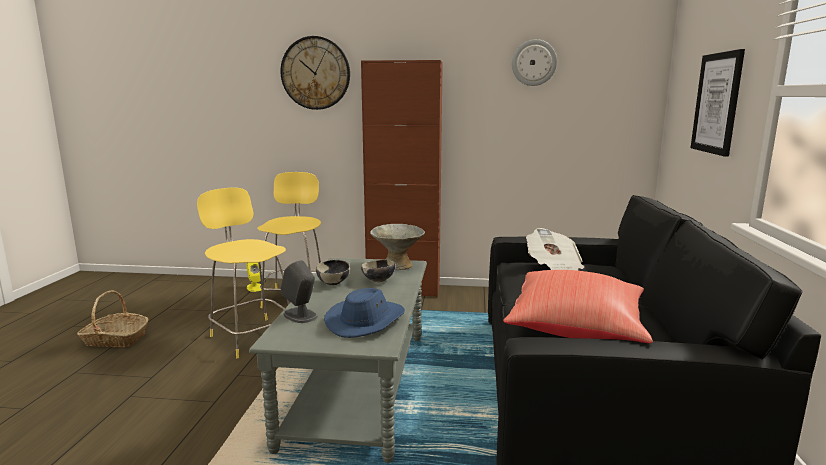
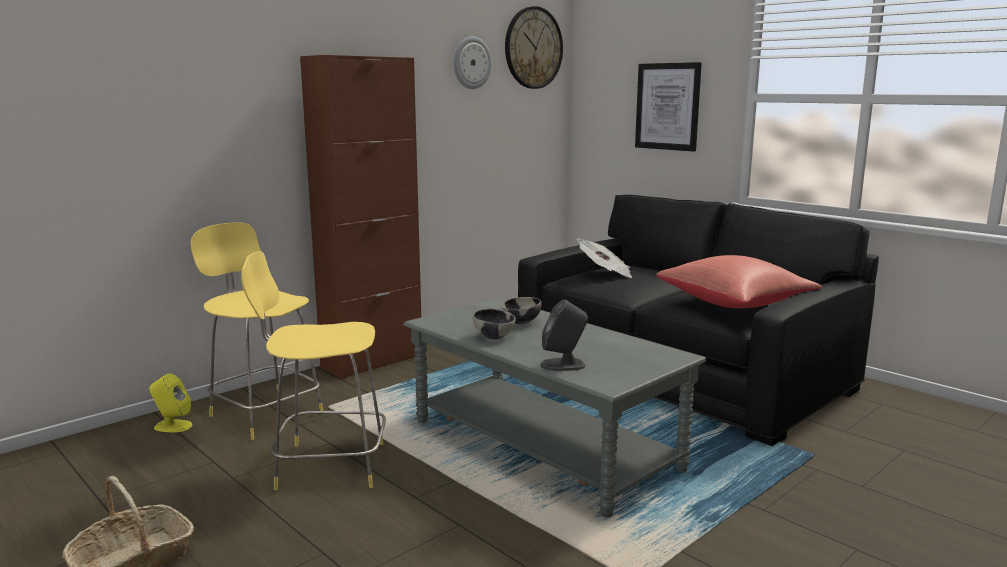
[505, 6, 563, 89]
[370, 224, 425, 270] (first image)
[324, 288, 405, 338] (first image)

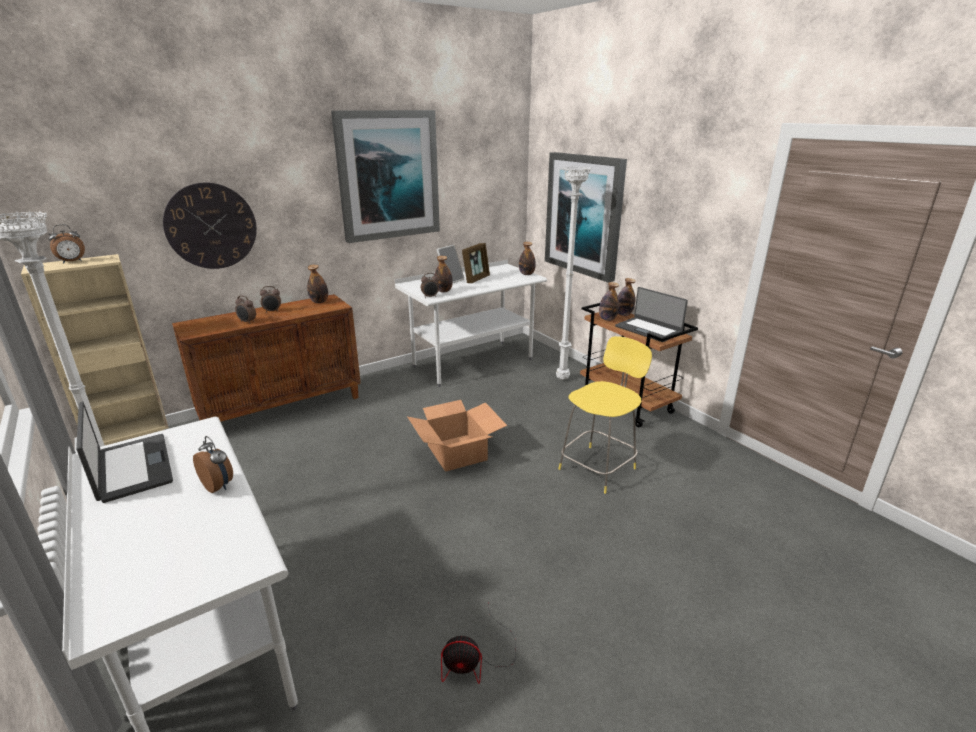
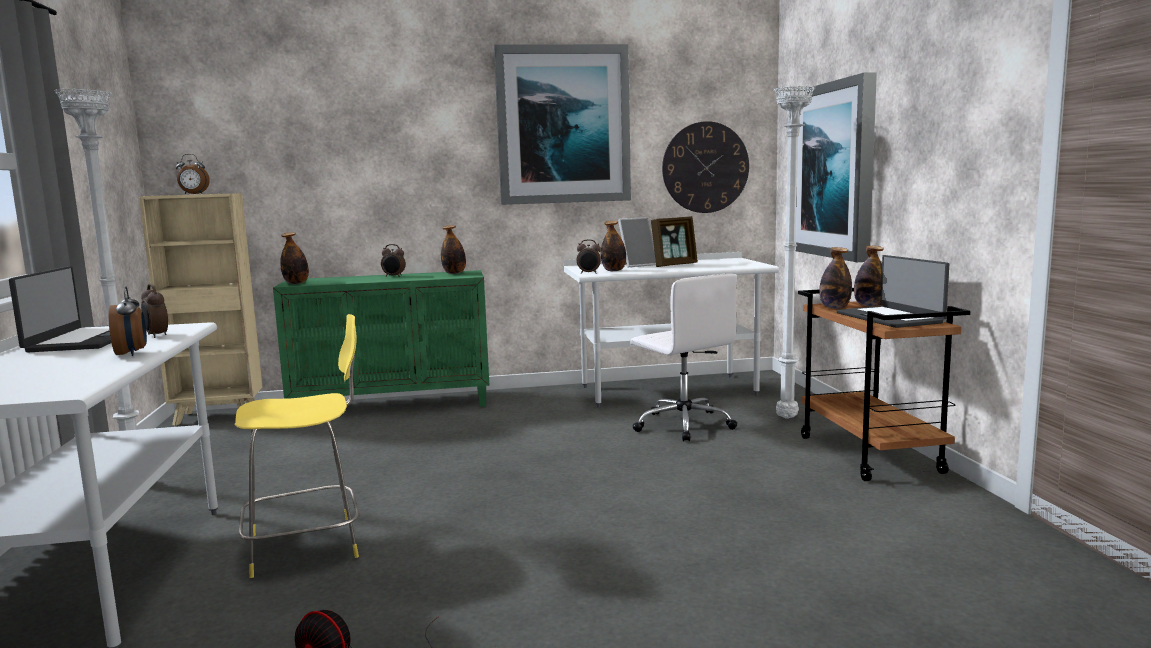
[662, 121, 749, 213]
[280, 232, 309, 284]
[273, 270, 489, 407]
[141, 284, 168, 338]
[235, 314, 359, 578]
[408, 400, 507, 472] (first image)
[630, 273, 737, 441]

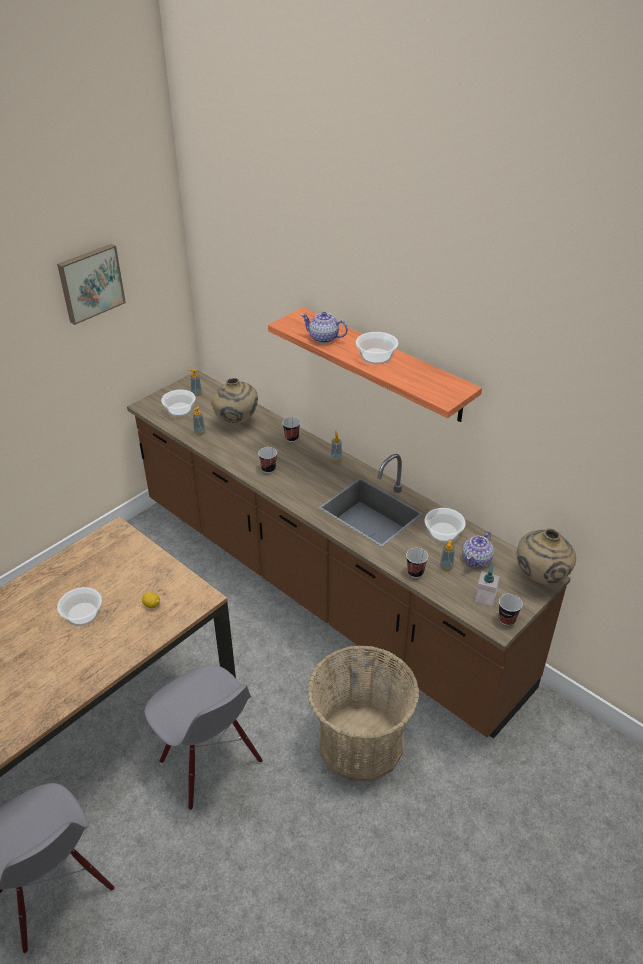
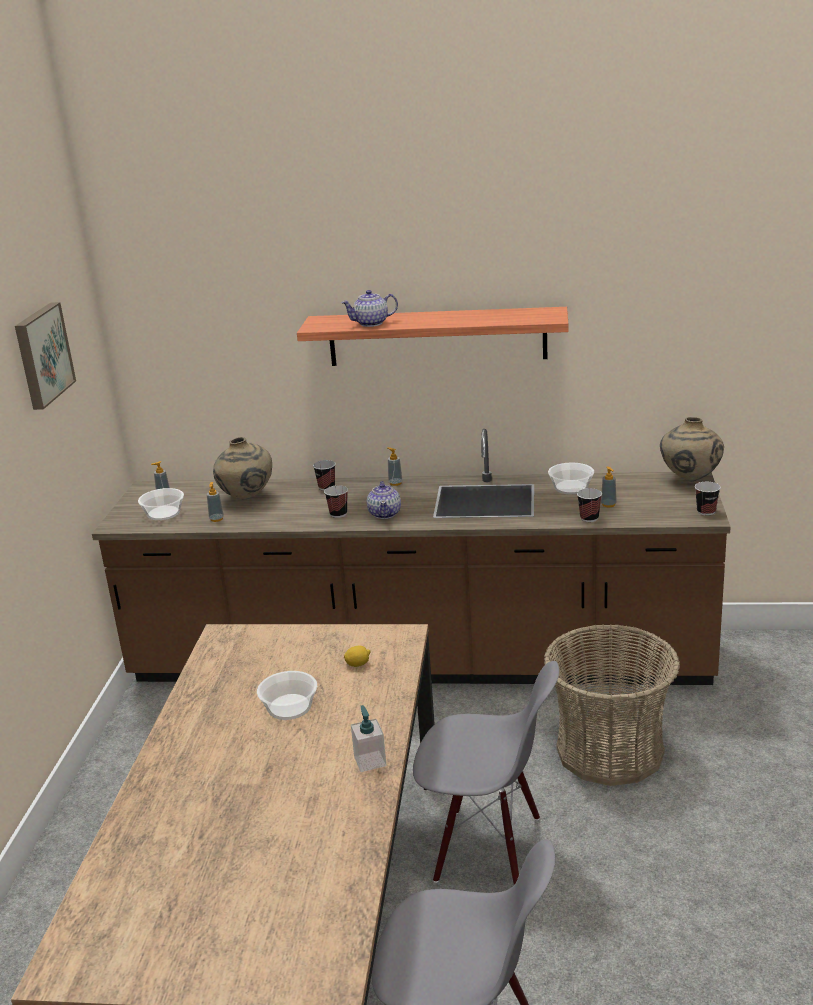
[356, 332, 398, 364] (first image)
[367, 481, 401, 519]
[351, 705, 386, 772]

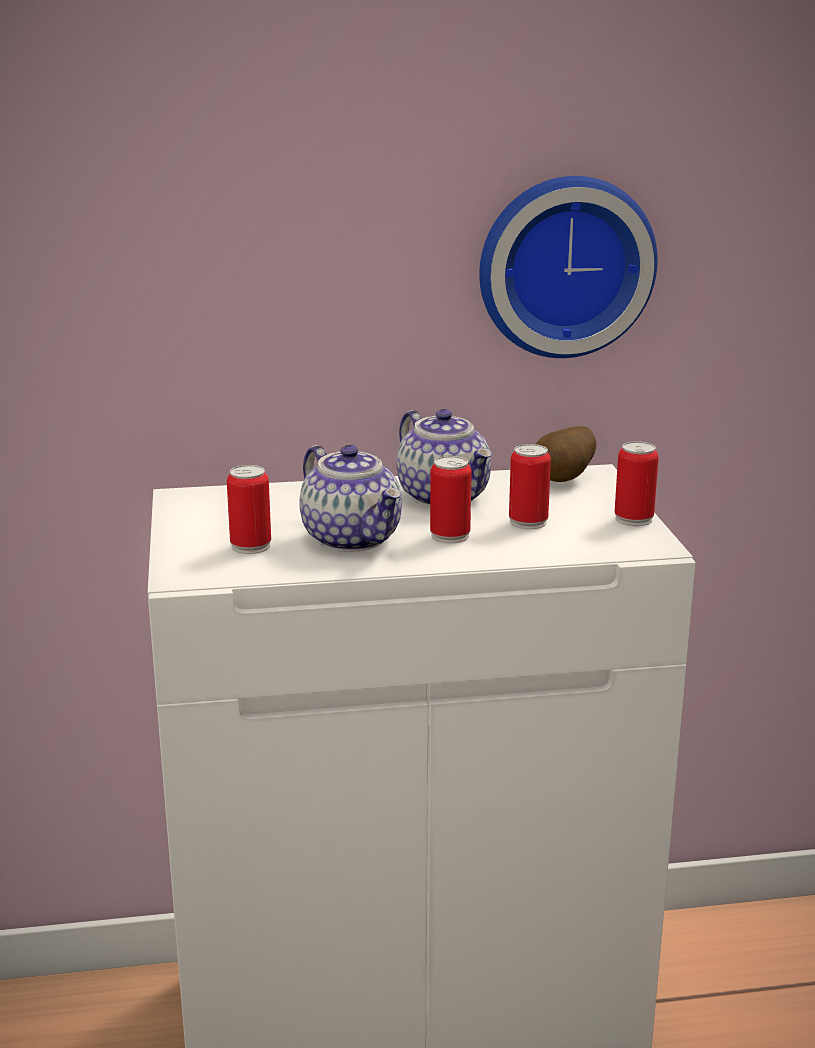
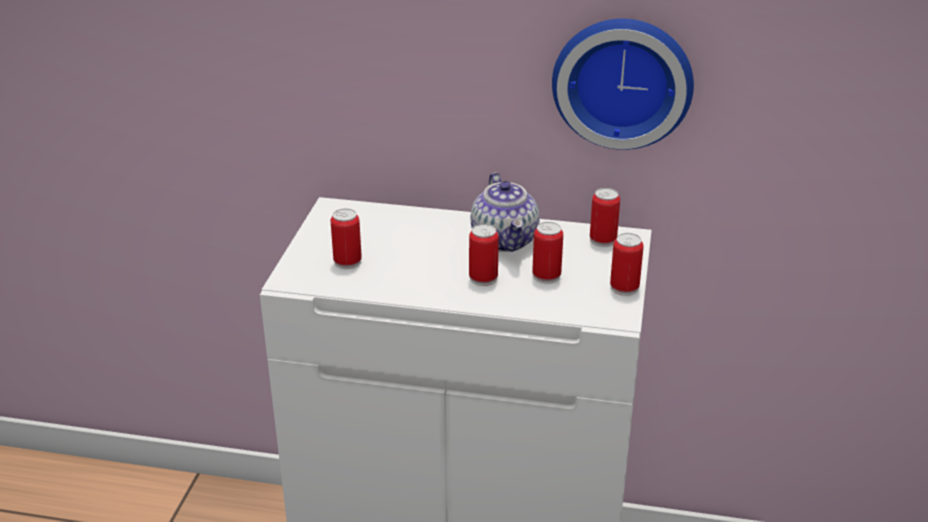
[590, 188, 620, 247]
[299, 445, 402, 552] (first image)

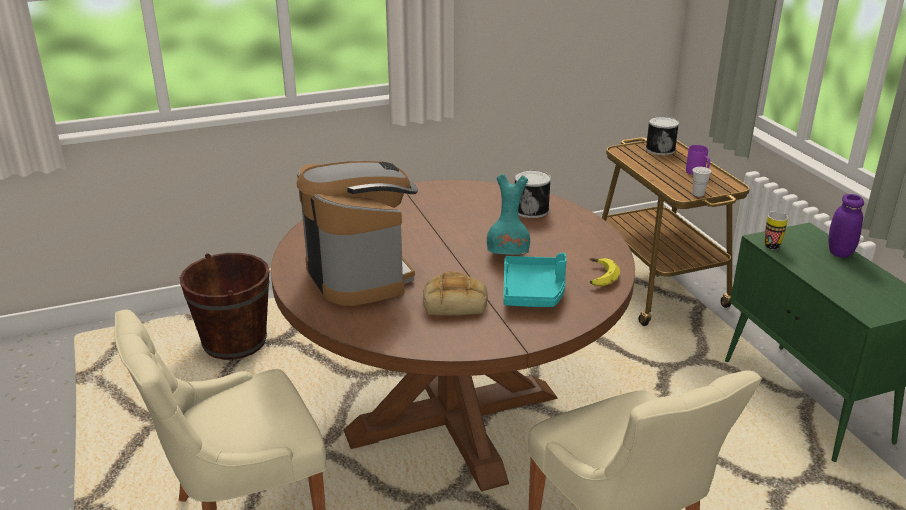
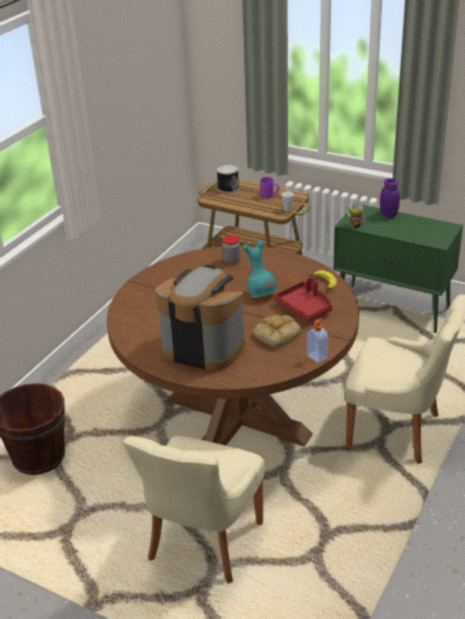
[222, 235, 240, 264]
[274, 277, 332, 322]
[307, 319, 328, 363]

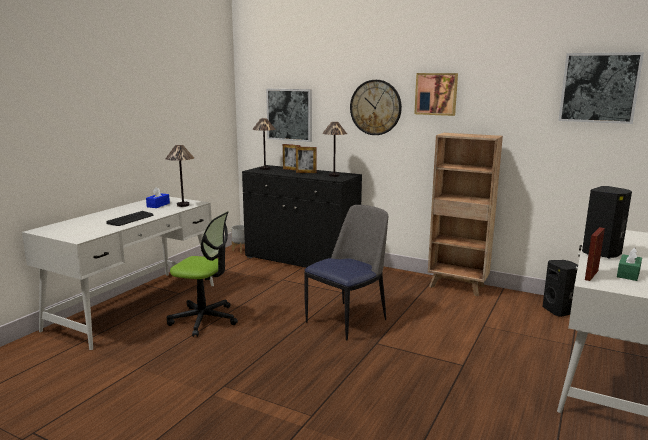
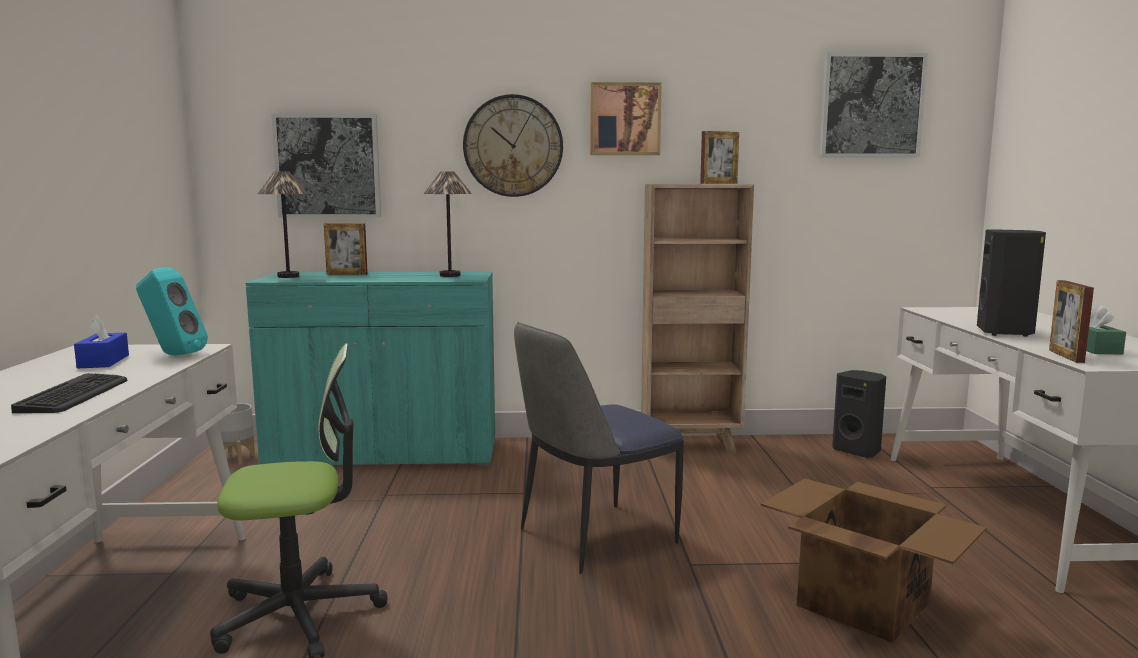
[136, 267, 208, 355]
[700, 131, 739, 184]
[246, 271, 495, 466]
[514, 322, 684, 574]
[761, 478, 987, 643]

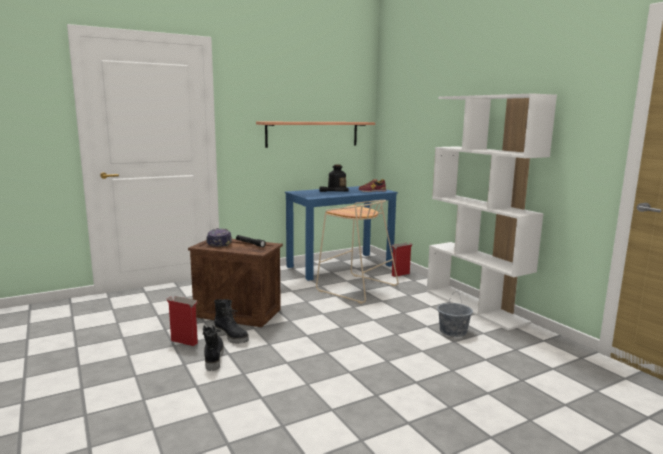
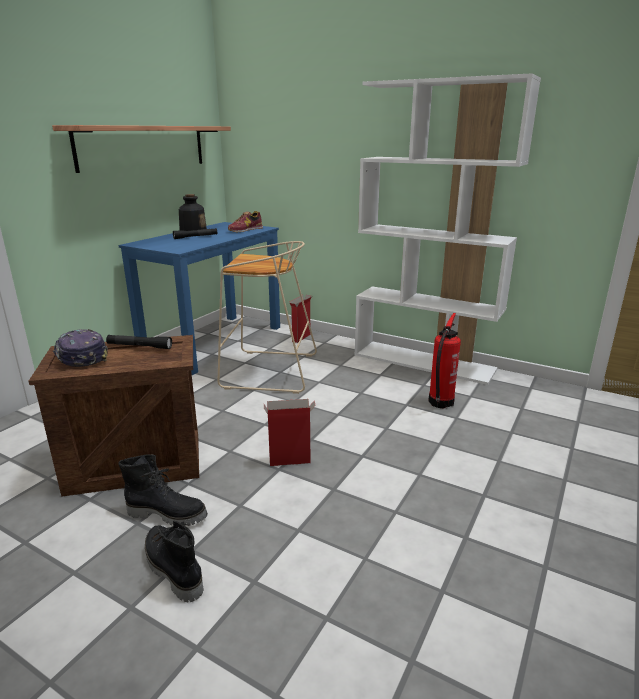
[428, 313, 461, 408]
[264, 399, 316, 466]

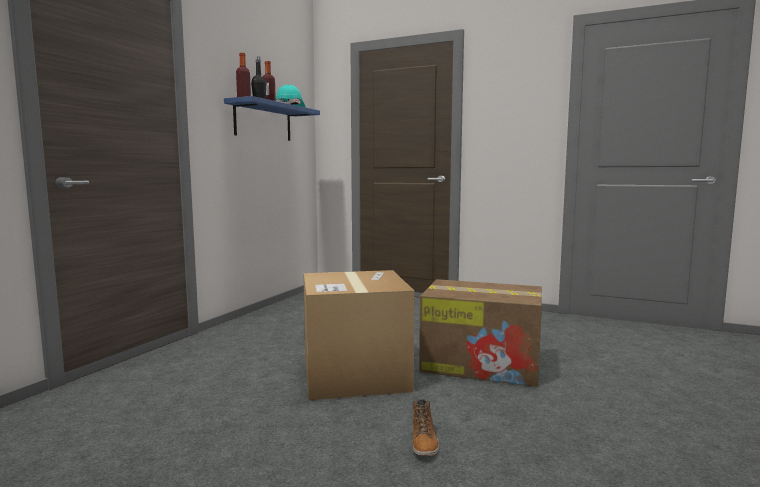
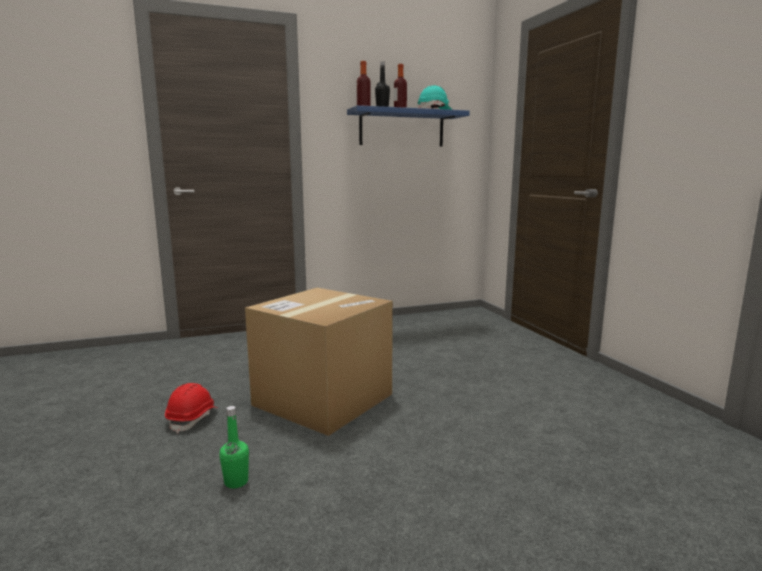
[419, 279, 542, 387] (first image)
[219, 406, 249, 488]
[165, 383, 218, 433]

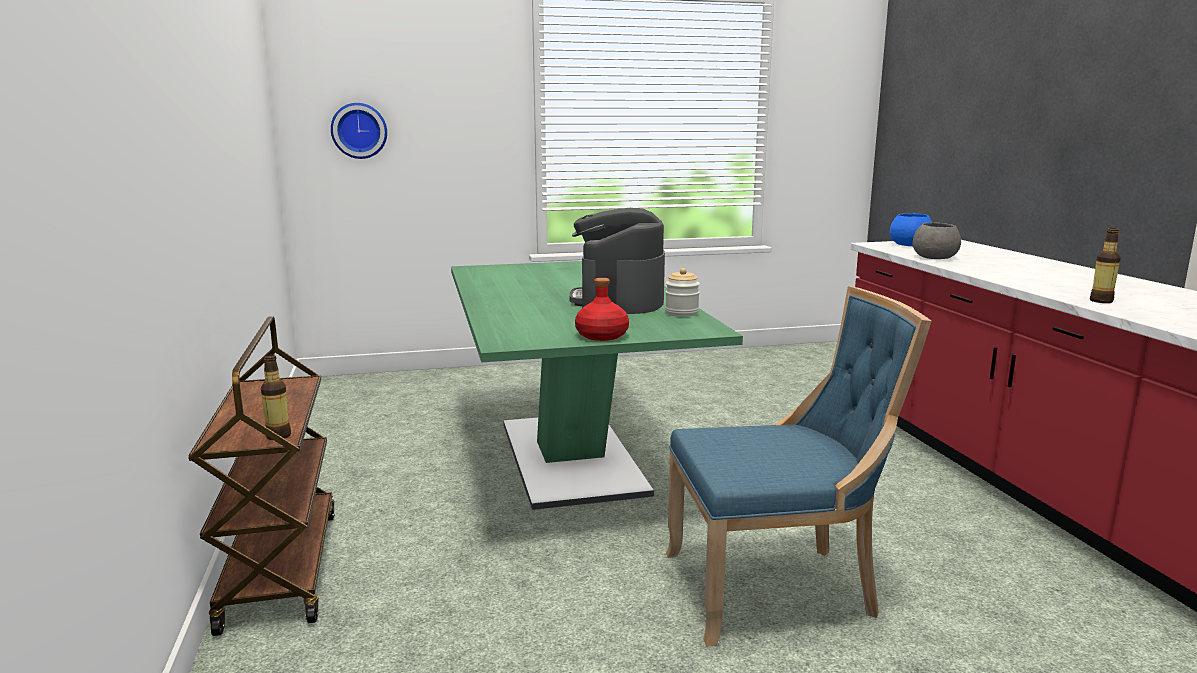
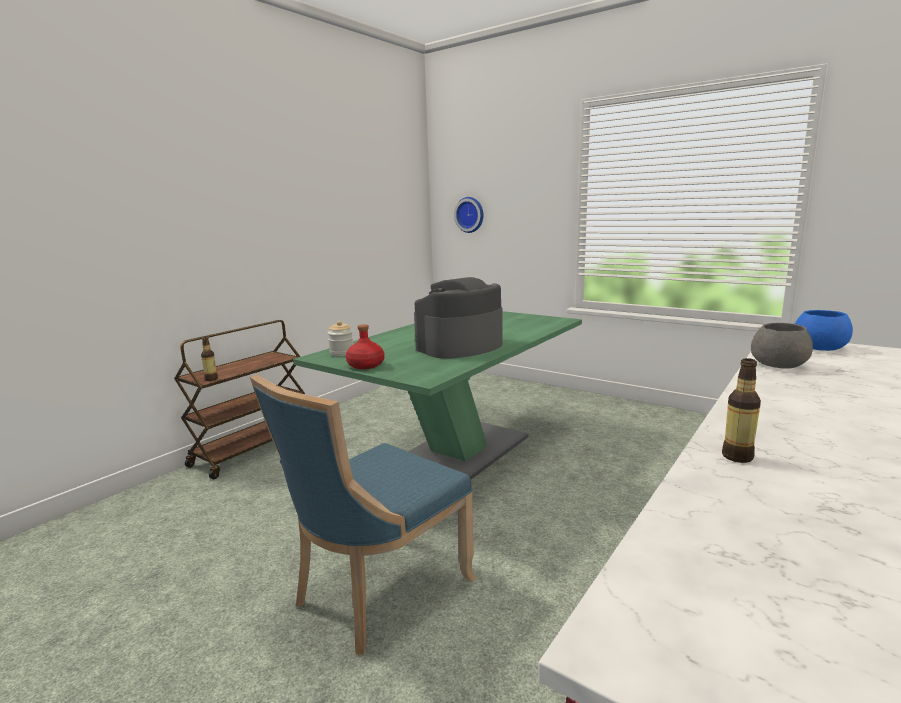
[328, 321, 353, 356]
[250, 374, 476, 655]

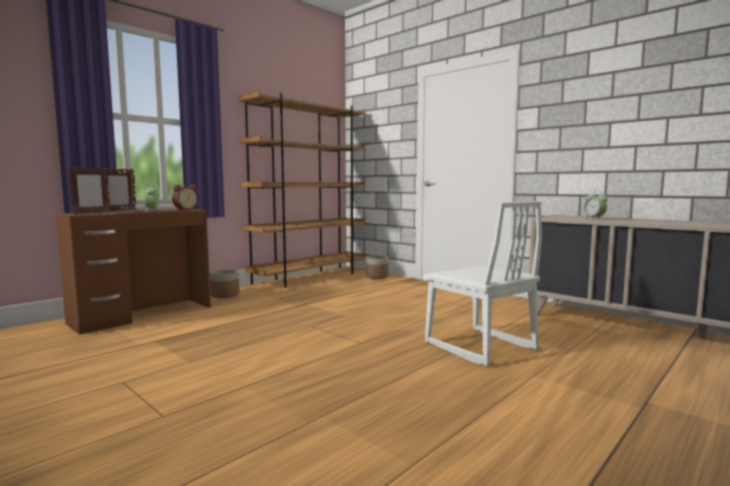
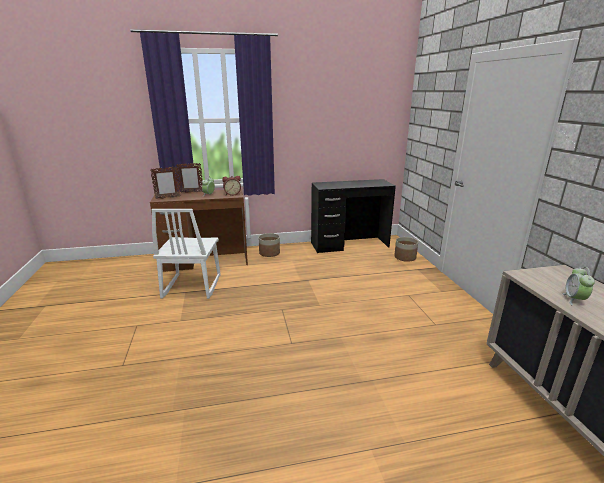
[311, 179, 396, 253]
[152, 209, 221, 299]

